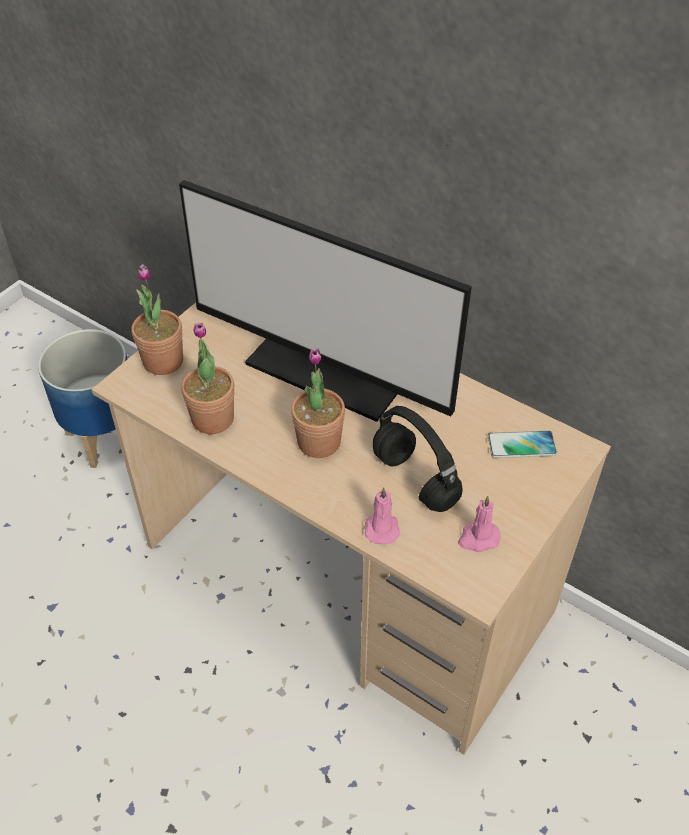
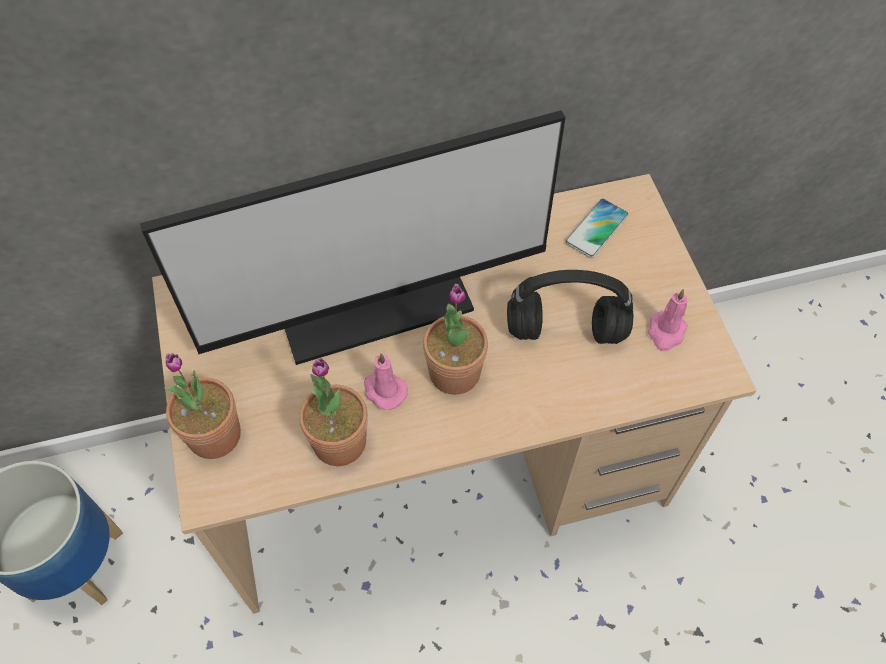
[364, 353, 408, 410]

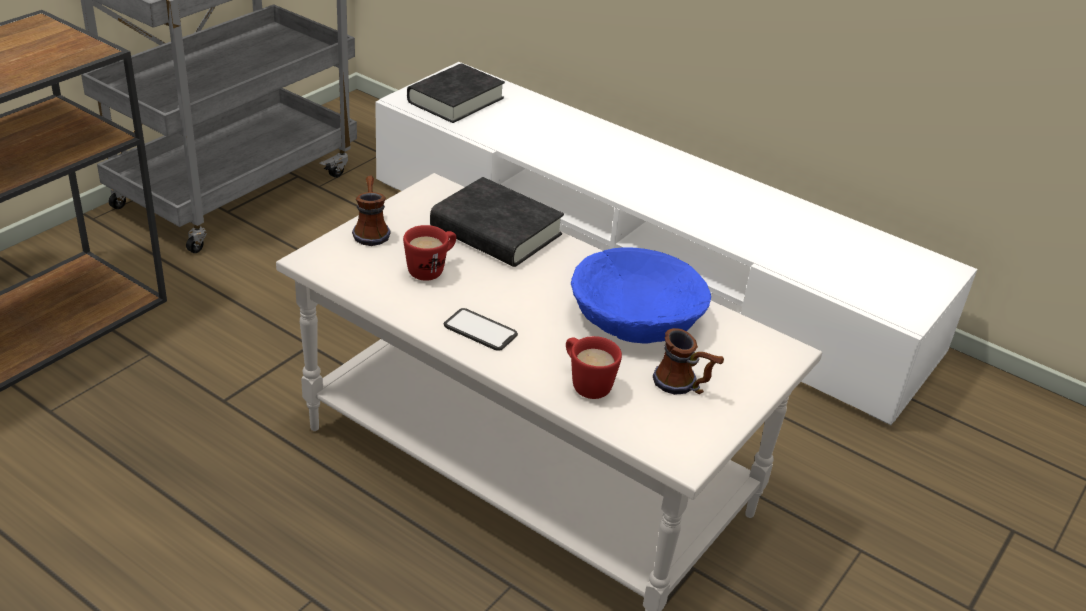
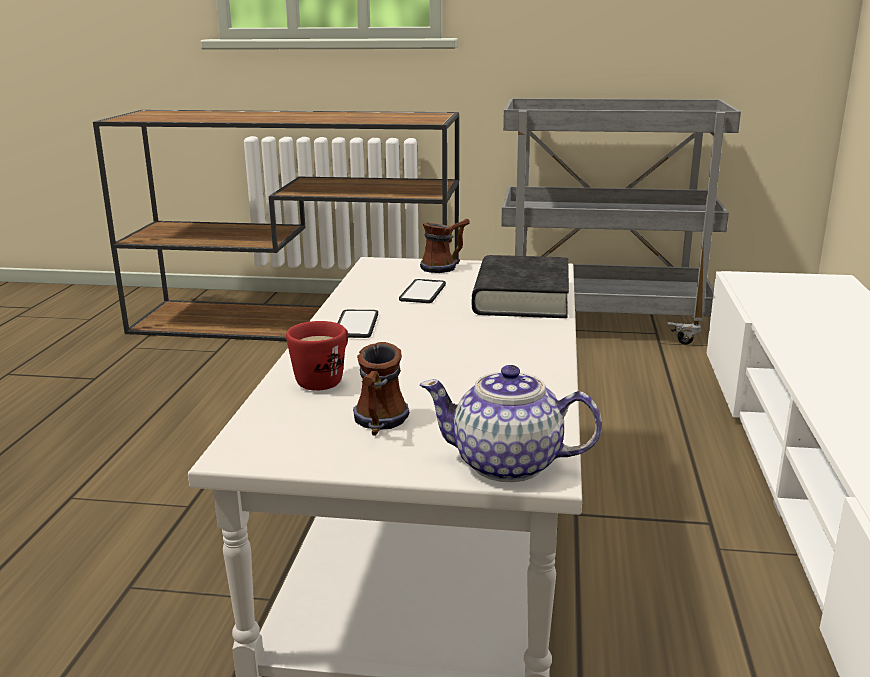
[407, 64, 505, 123] (first image)
[399, 279, 446, 303]
[571, 247, 711, 343] (first image)
[420, 365, 602, 482]

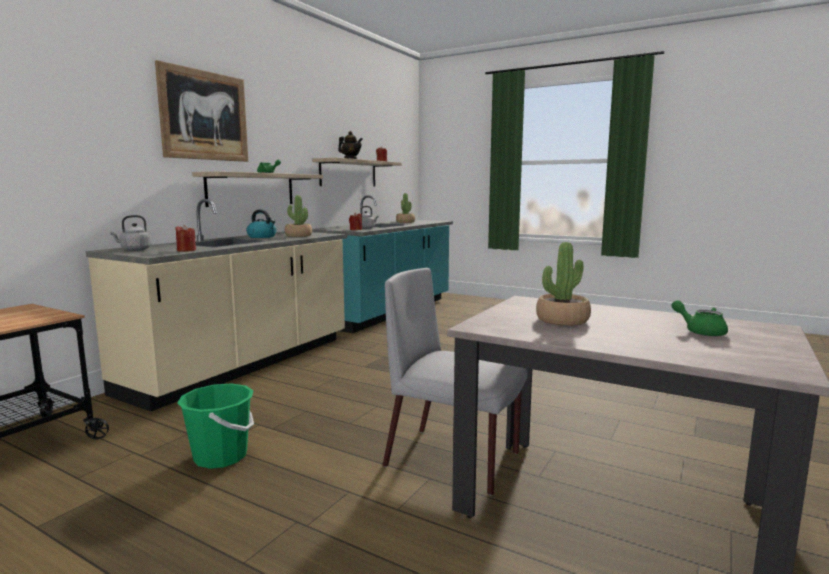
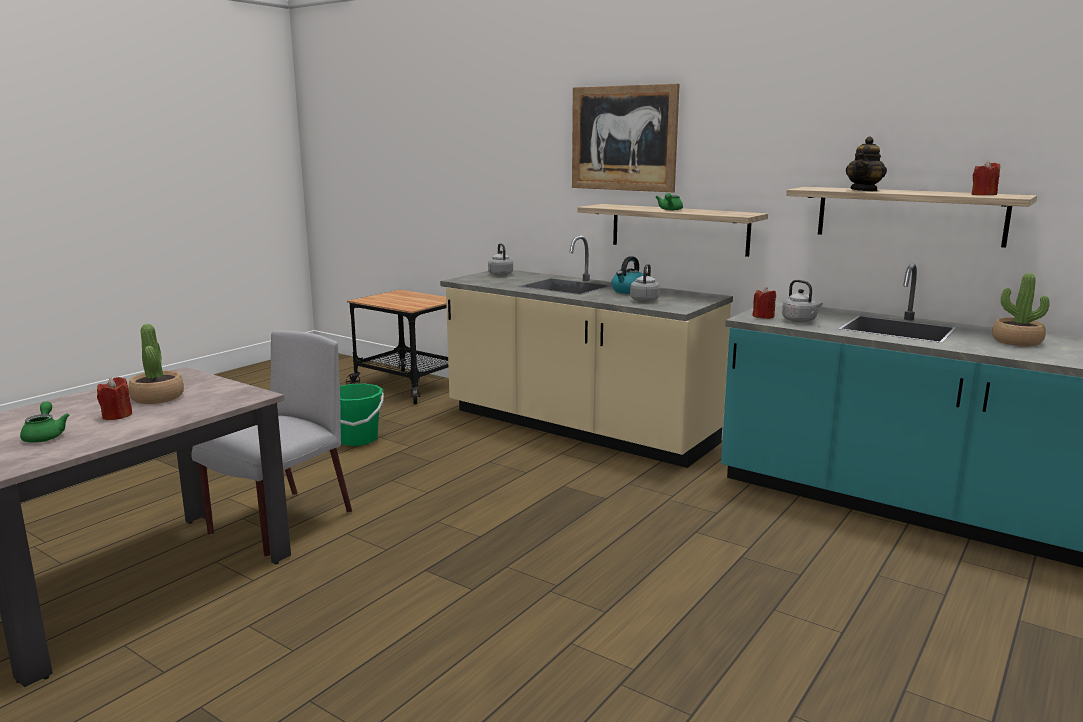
[630, 264, 660, 302]
[97, 377, 132, 420]
[20, 401, 70, 443]

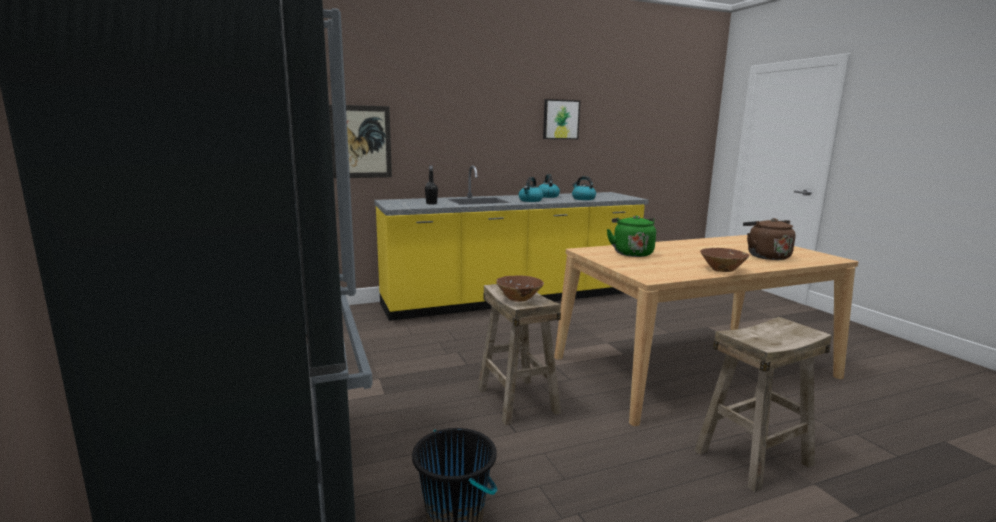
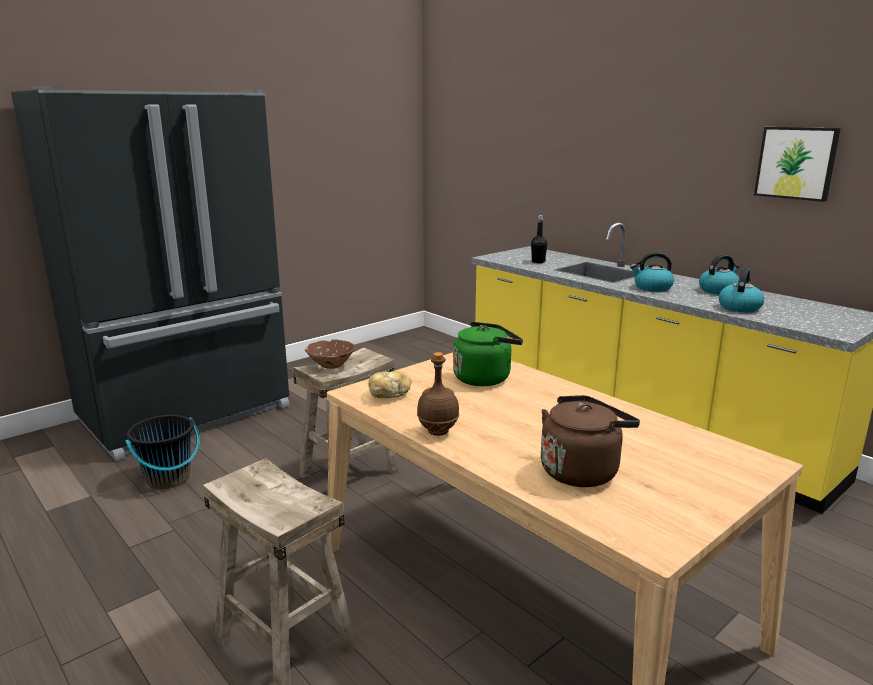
[329, 104, 392, 178] (first image)
[417, 352, 459, 436]
[368, 371, 412, 399]

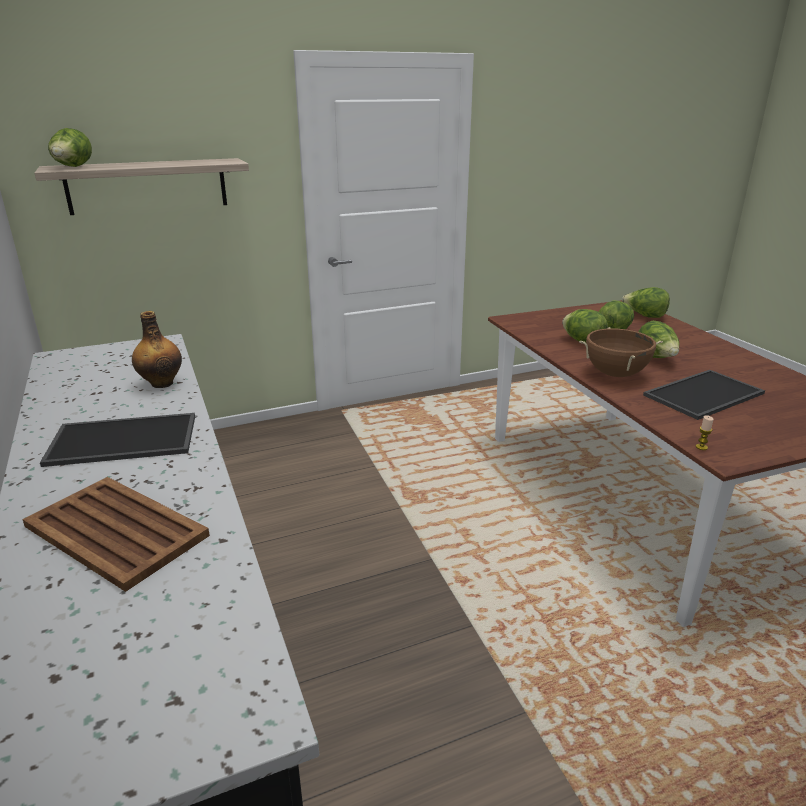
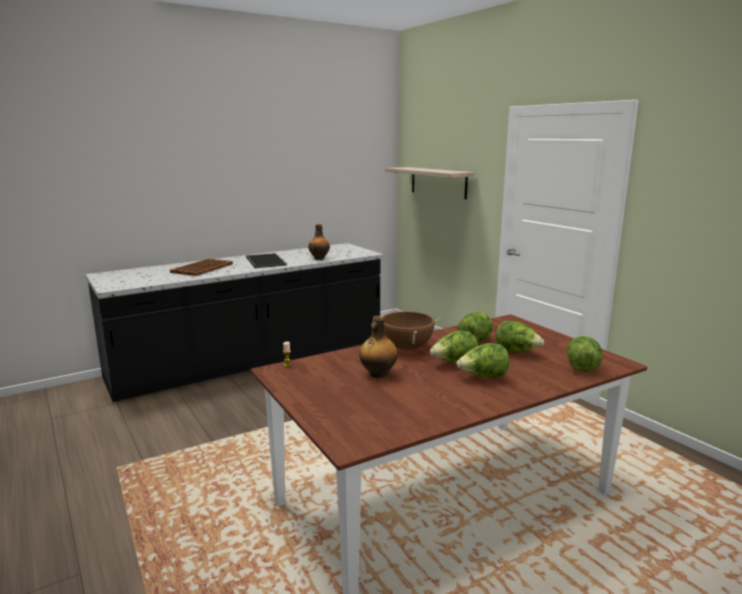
[456, 343, 509, 378]
[359, 316, 398, 378]

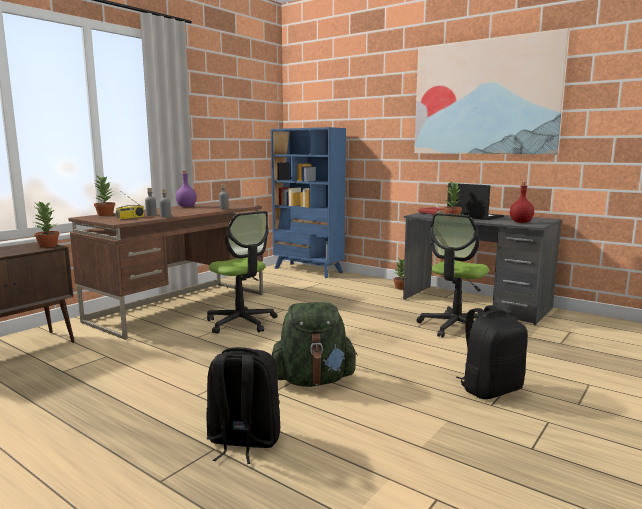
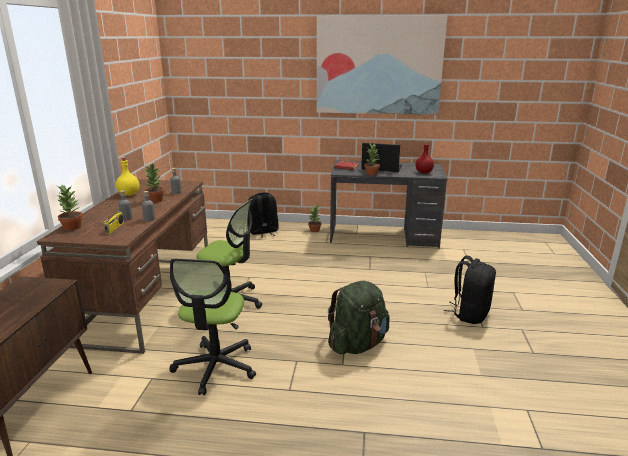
[271, 127, 346, 278] (first image)
[116, 157, 140, 196]
[144, 163, 165, 203]
[169, 258, 256, 395]
[248, 192, 279, 238]

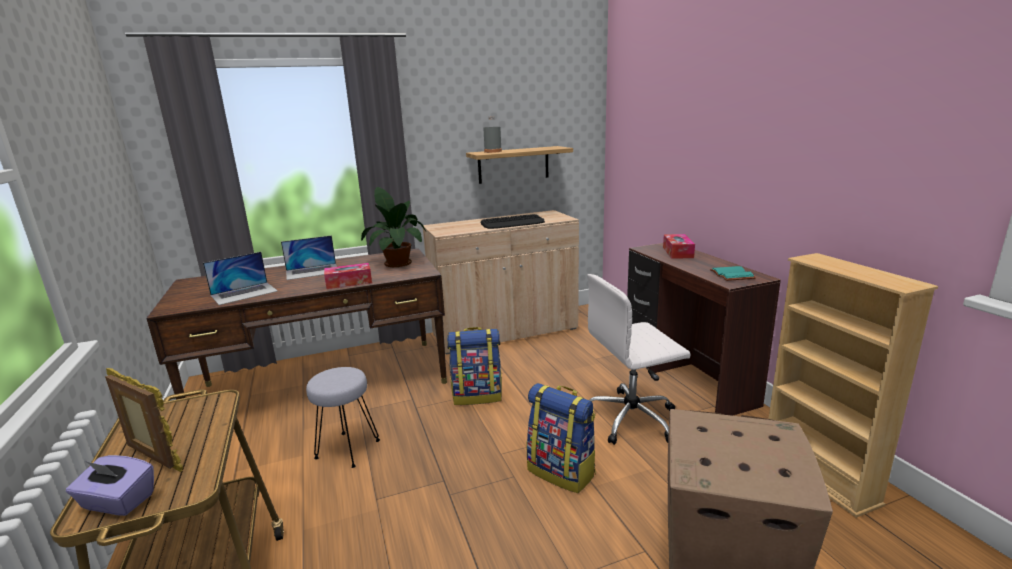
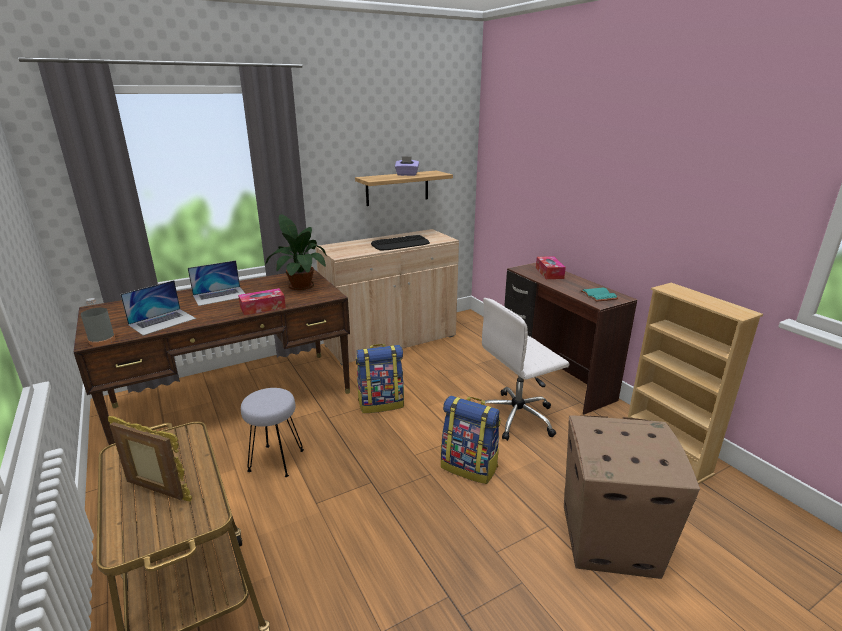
[81, 298, 115, 346]
[395, 156, 419, 176]

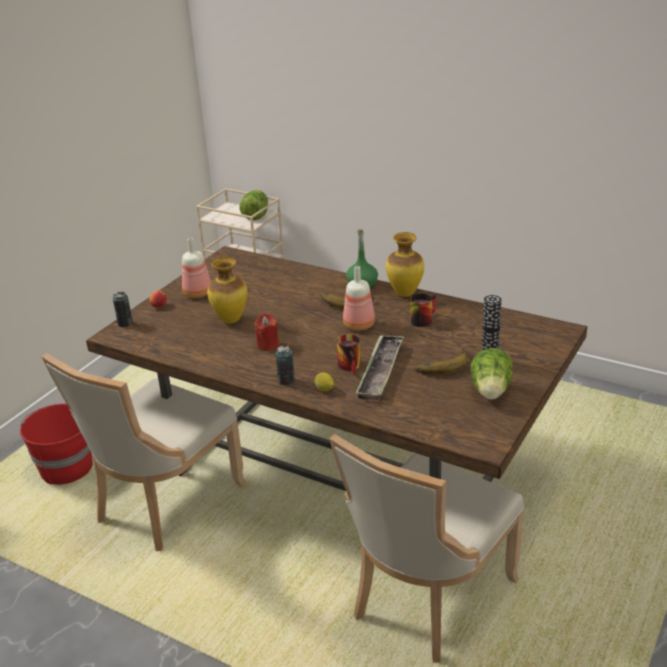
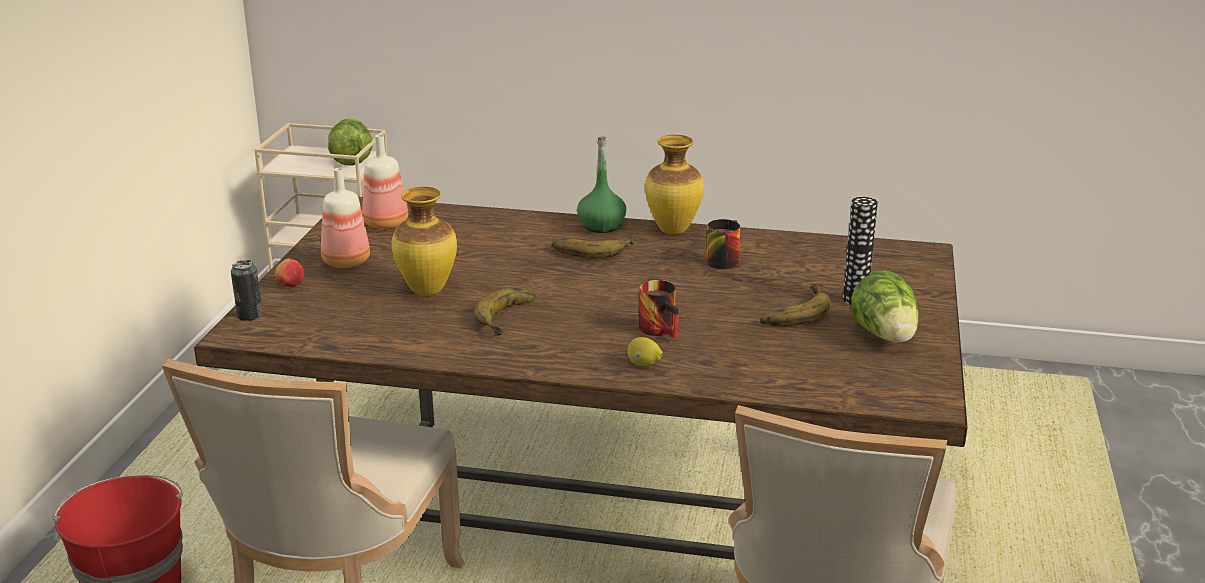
[362, 134, 408, 229]
[474, 288, 535, 336]
[356, 335, 404, 400] (first image)
[276, 345, 295, 385] (first image)

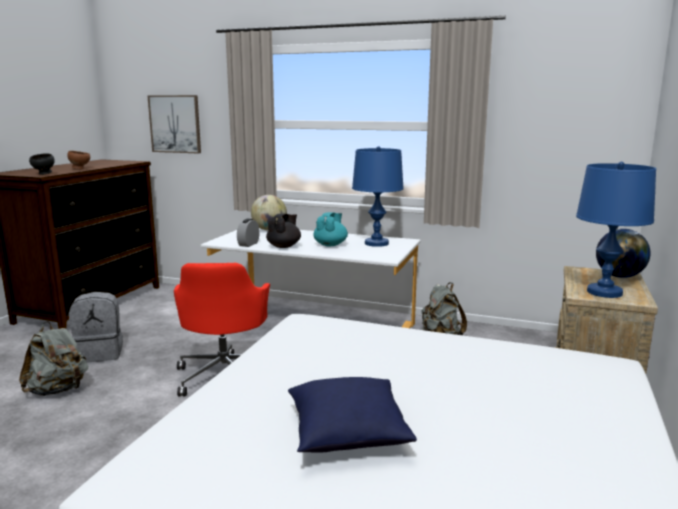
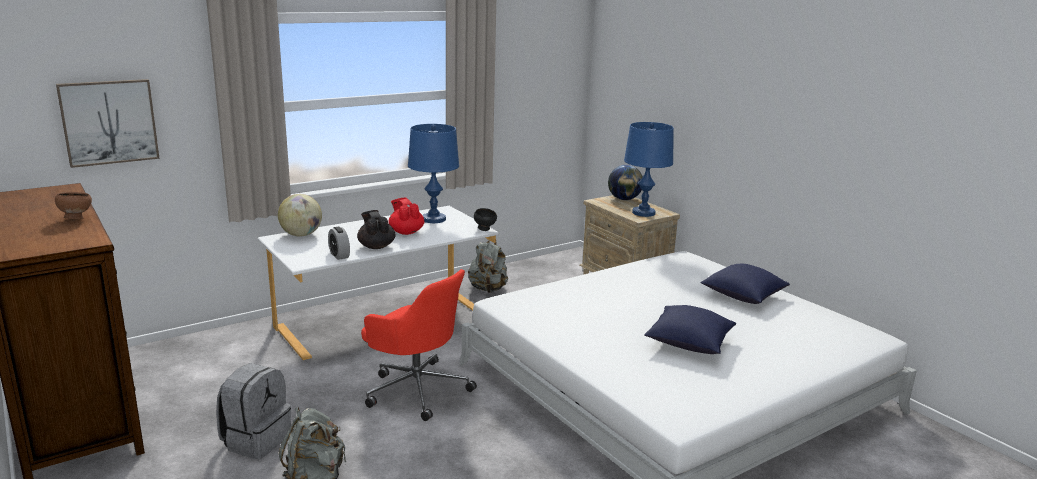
[474, 208, 497, 231]
[388, 198, 425, 235]
[700, 264, 790, 304]

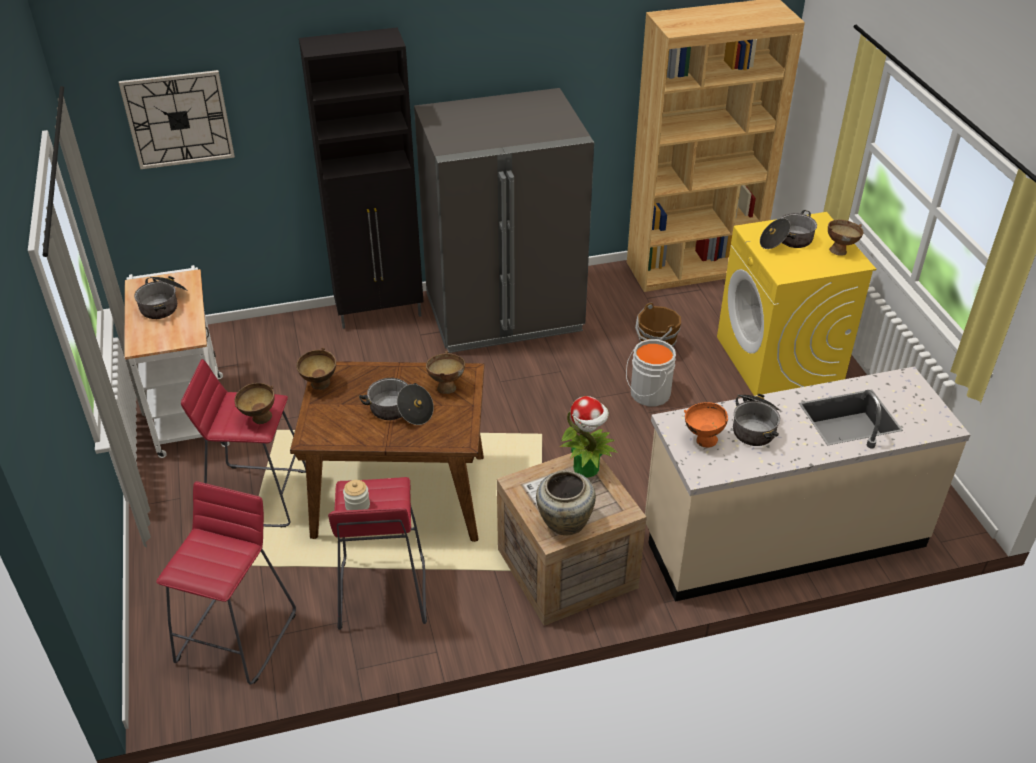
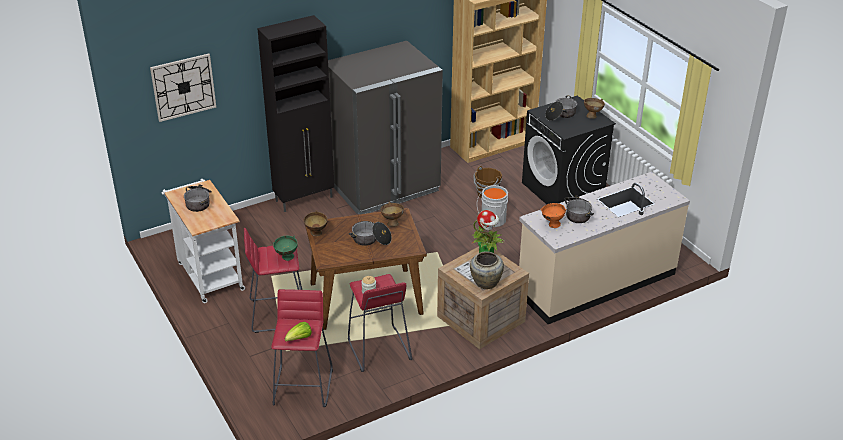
[522, 95, 616, 204]
[273, 236, 298, 261]
[285, 322, 312, 341]

